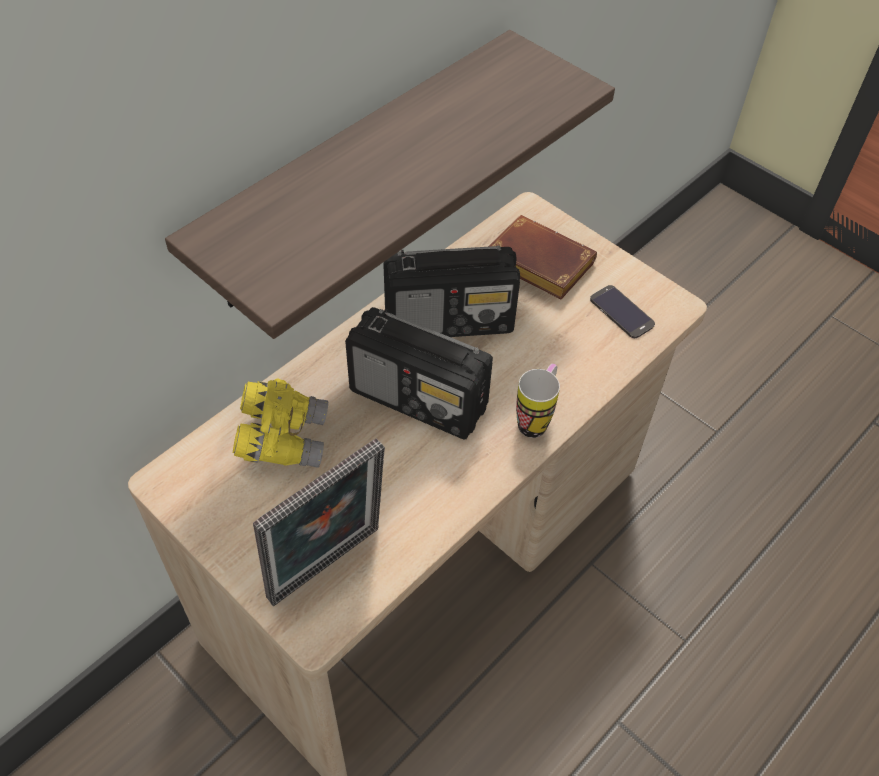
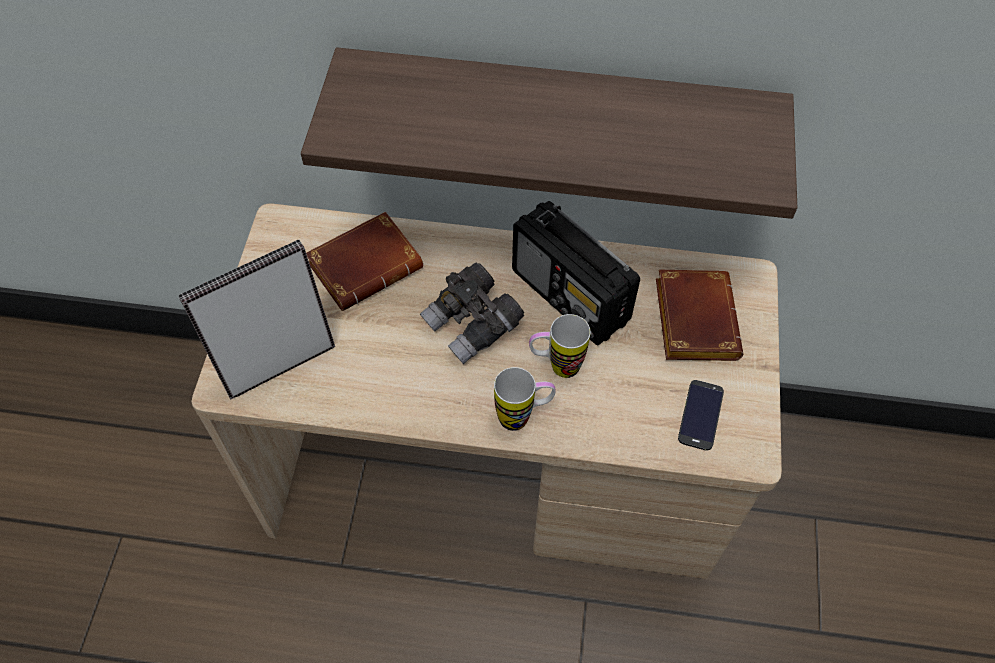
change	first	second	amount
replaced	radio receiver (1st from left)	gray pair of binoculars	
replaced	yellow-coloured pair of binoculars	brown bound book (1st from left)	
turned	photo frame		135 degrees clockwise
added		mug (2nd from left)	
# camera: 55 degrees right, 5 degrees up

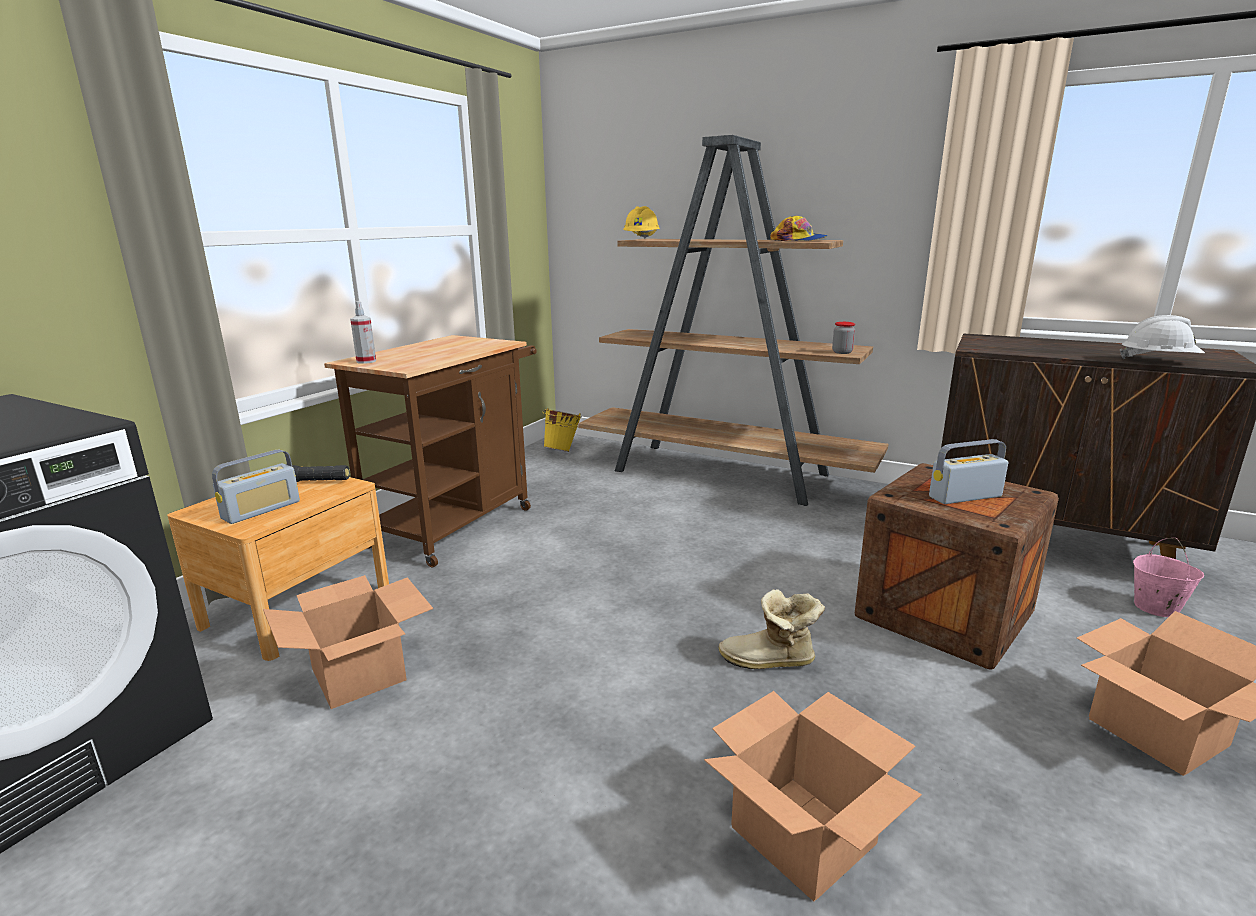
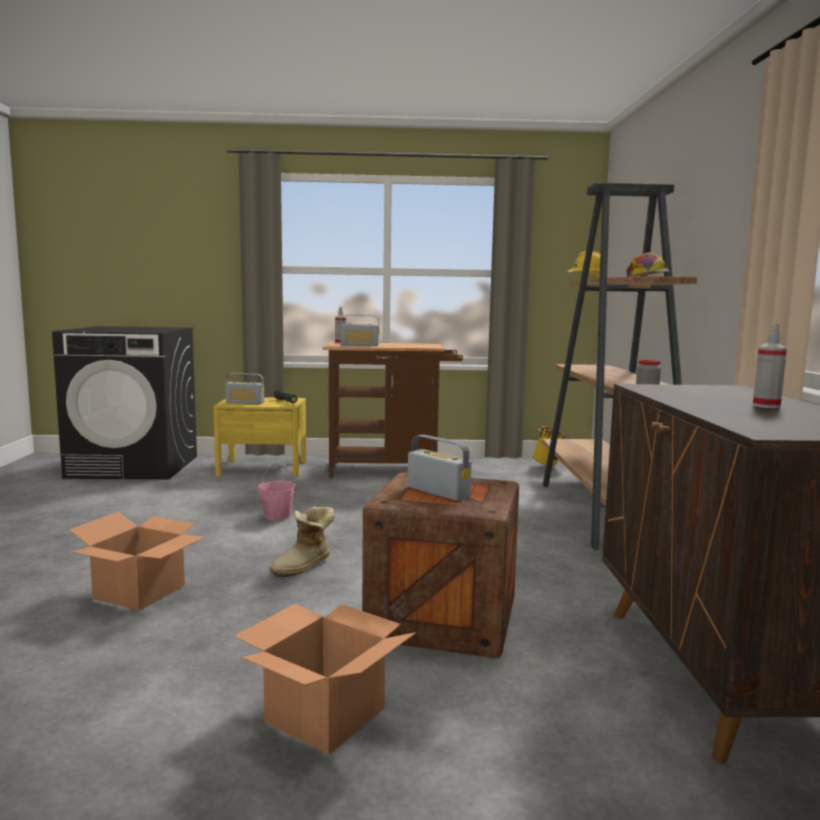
change	first	second	amount
removed	white hard hat		
recoloured	brown bedside table	yellow-coloured bedside table	
moved	pink-coloured bucket		
removed	carton (1st from left)		
turned	high-top boot		120 degrees counterclockwise
added		radio receiver (2nd from left)	
added		sprayer (2nd from left)	
# camera: 60 degrees right, 10 degrees down

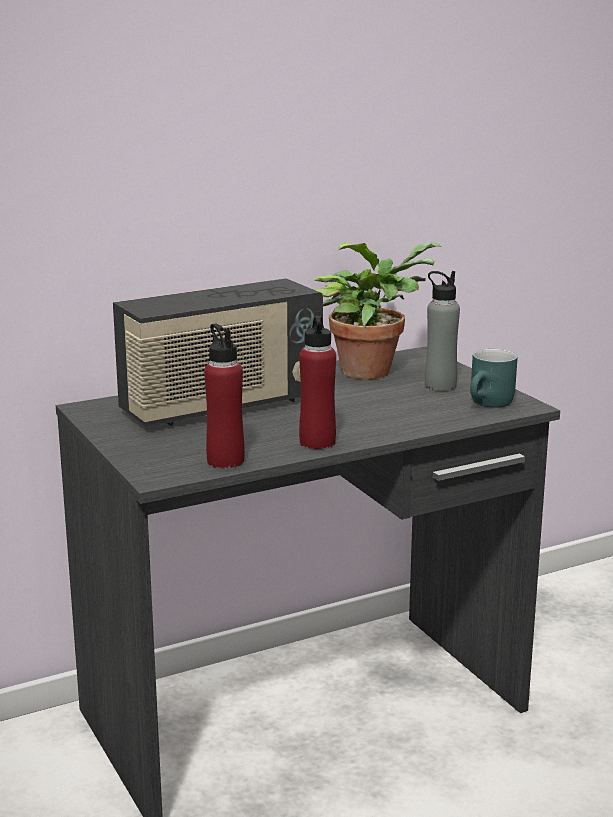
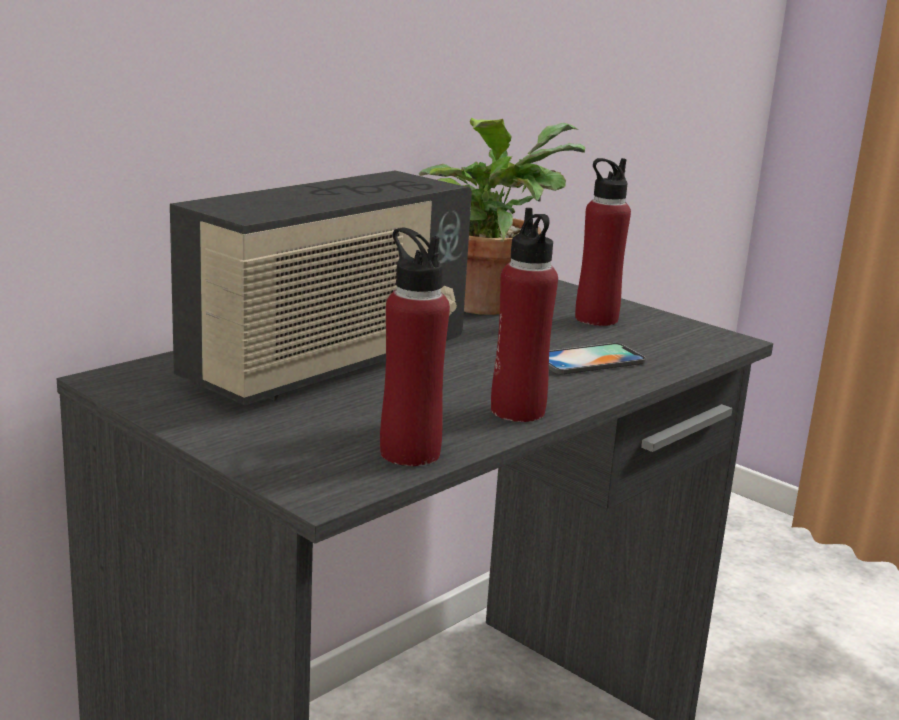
change	first	second	amount
recoloured	gray drink bottle	red-coloured drink bottle (3rd from left)	
removed	blue-green mug		
added		handset	
# camera: 20 degrees left, 0 degrees up

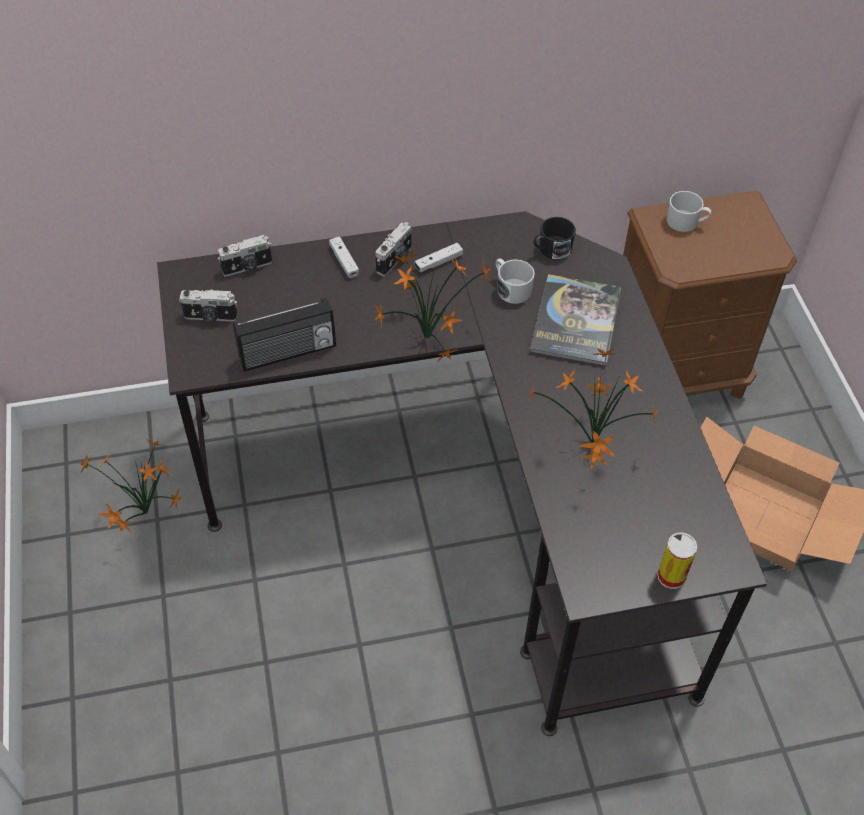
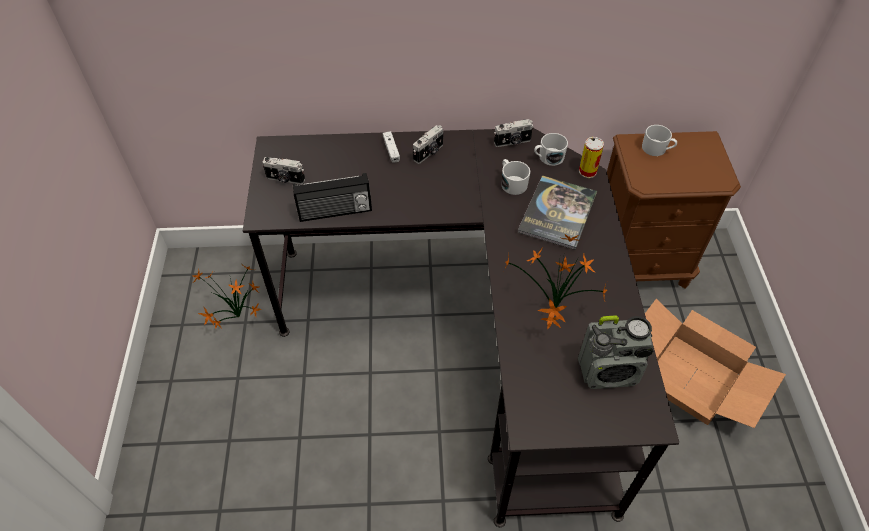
change	first	second	amount
recoloured	black mug	white mug (2nd from left)	
moved	still camera (2nd from left in the first image)	still camera (3rd from left)	
removed	white game controller (2nd from left)		
removed	potted plant (2nd from left)		
moved	metal can		
added		radio receiver (2nd from left)	
# camera: 10 degrees right, 0 degrees up

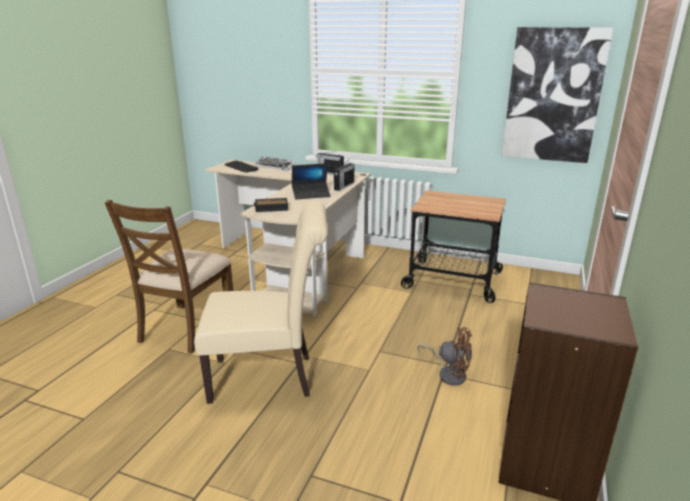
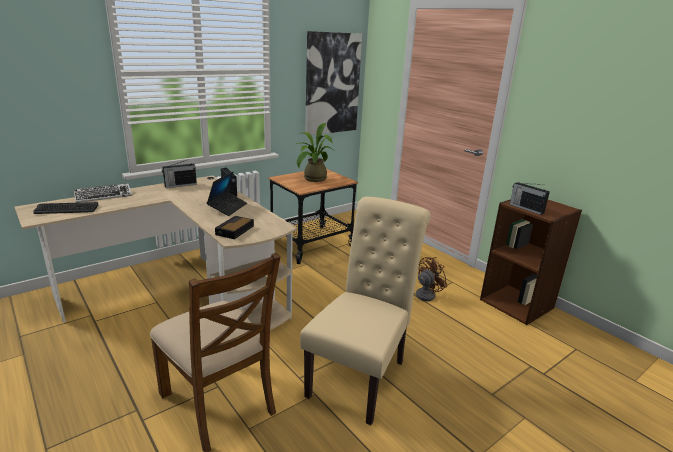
change	first	second	amount
added		potted plant	
added		radio receiver (3rd from left)	
# camera: 60 degrees left, 0 degrees up

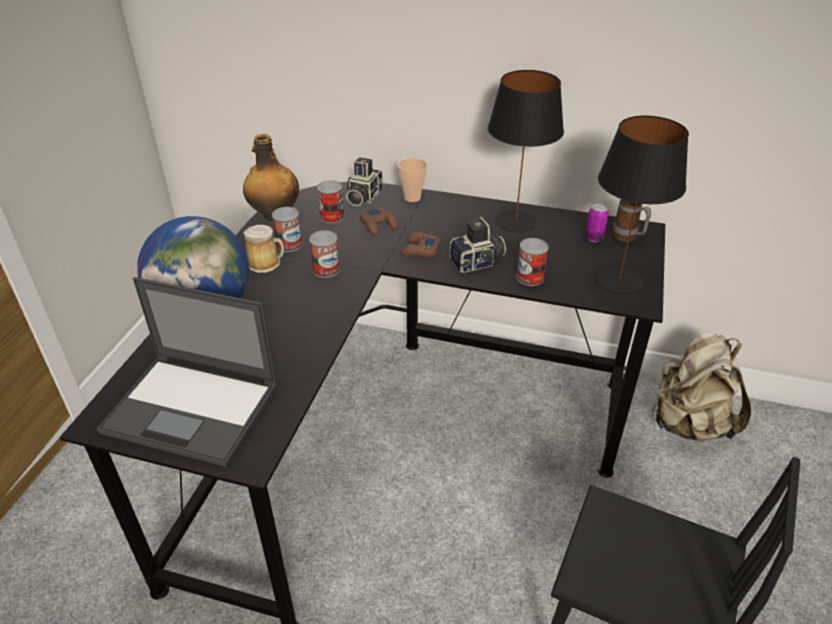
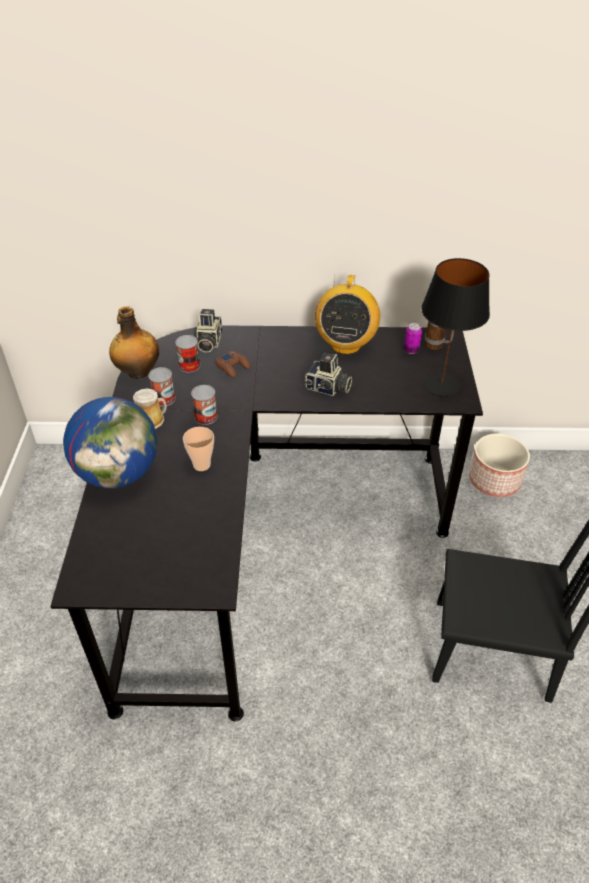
change	first	second	amount
replaced	black tabletop lamp (1st from left)	radio receiver	
moved	drinking cup		
turned	still camera (2nd from left)		60 degrees clockwise
removed	brown game controller (2nd from left)		
removed	metal can (4th from left)		
removed	notebook computer		
replaced	beige-coloured knapsack	planter	
# camera: 15 degrees left, 5 degrees up

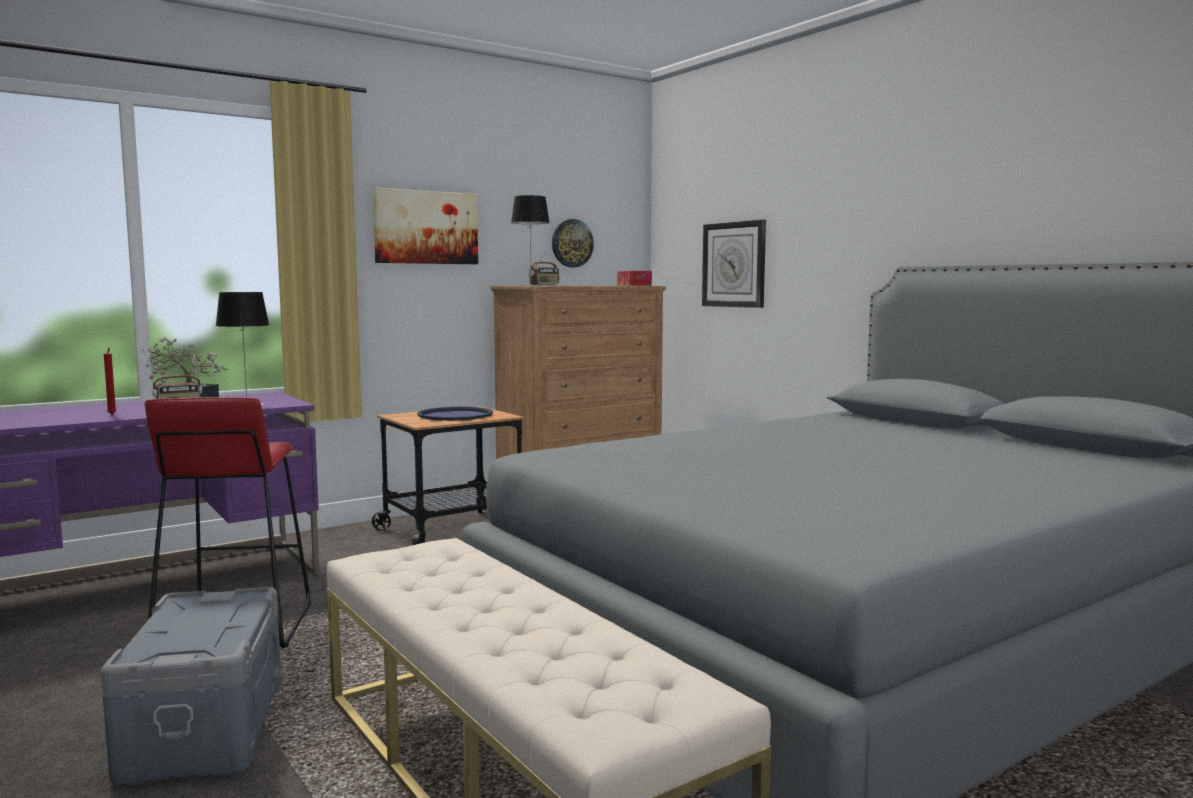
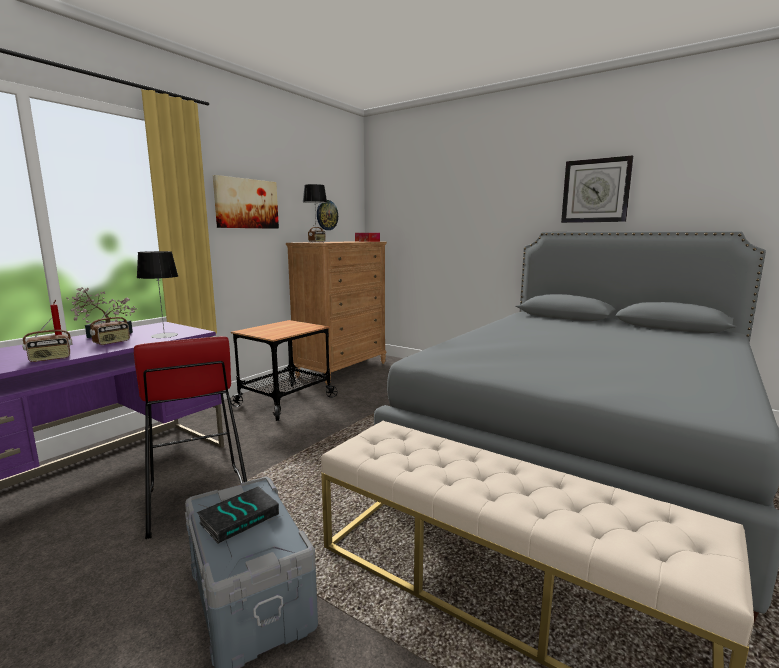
change	first	second	amount
moved	hanging clock (2nd from left)		
removed	blue tray		
added		radio receiver (1st from left)	
added		bound book	
# camera: 20 degrees left, 5 degrees up

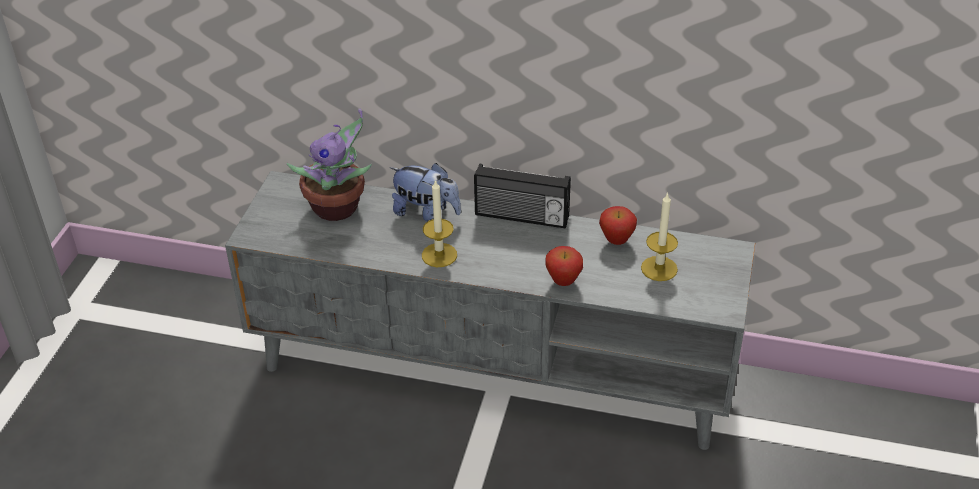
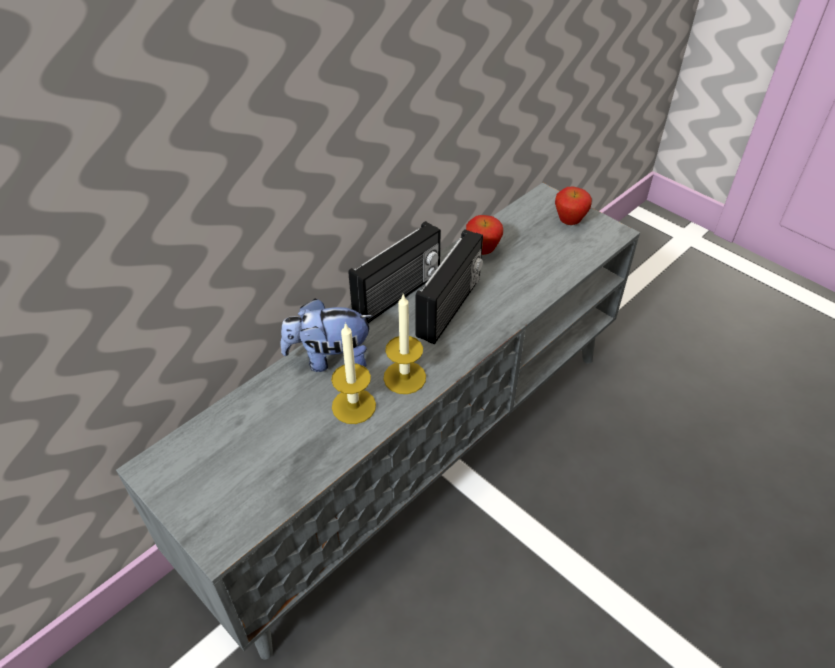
change	first	second	amount
removed	potted plant		
turned	cuddly toy		150 degrees counterclockwise
moved	wax candle (2nd from left in the first image)	wax candle (1st from left)	
moved	apple (1st from left in the first image)	apple (2nd from left)	
added		radio receiver (2nd from left)	
# camera: 60 degrees left, 5 degrees up

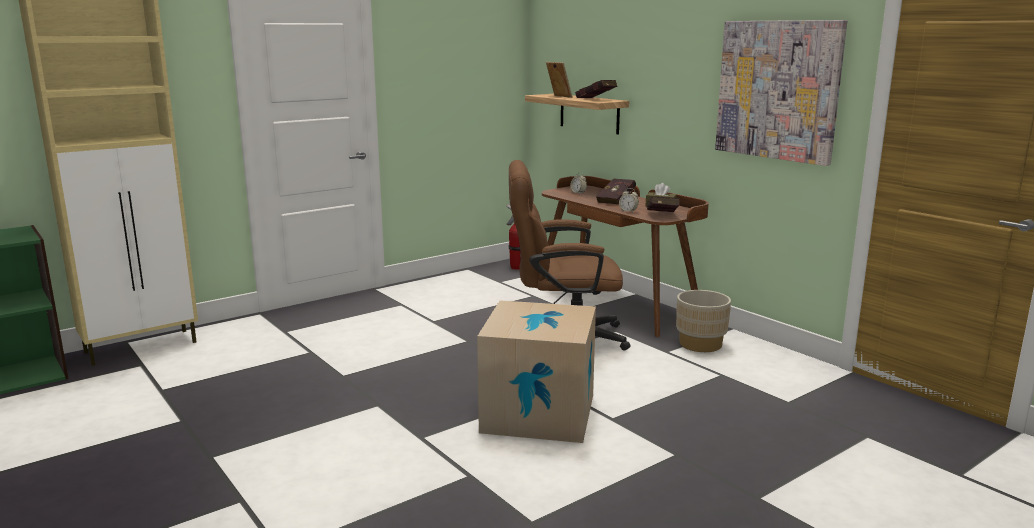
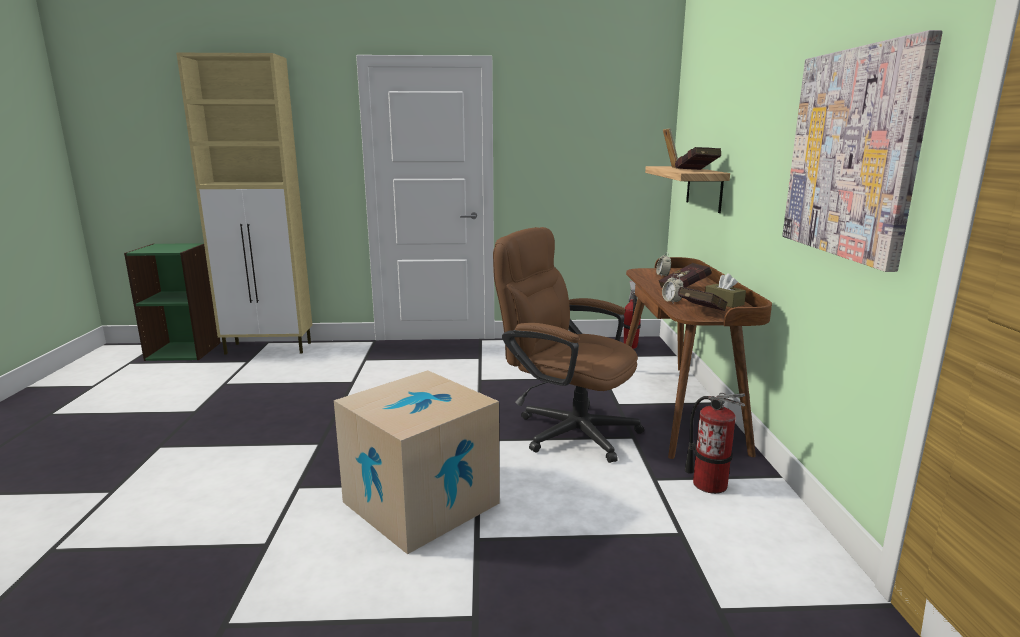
change	first	second	amount
replaced	beige-coloured planter	extinguisher (2nd from left)	
# camera: 35 degrees right, 0 degrees up

